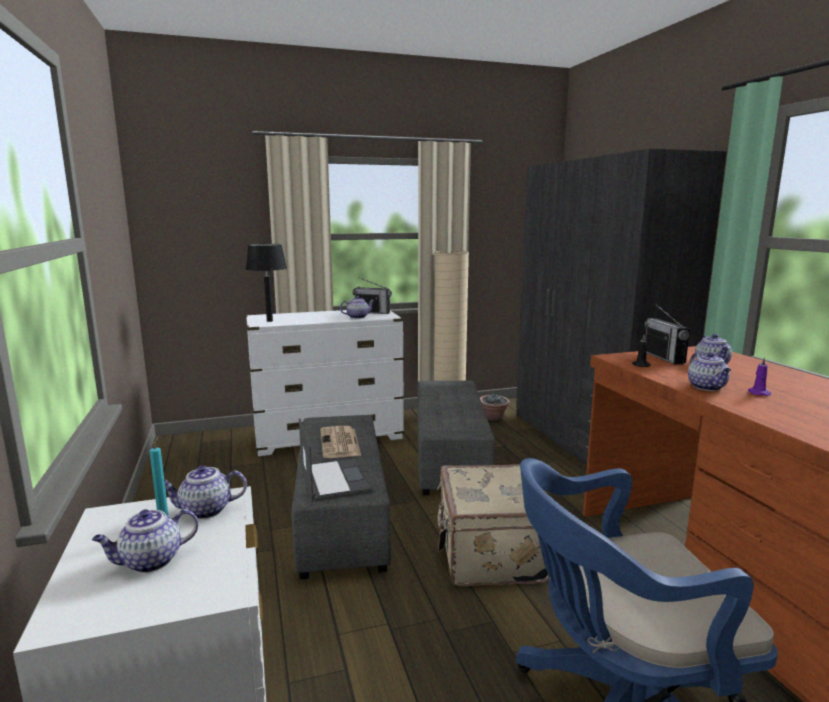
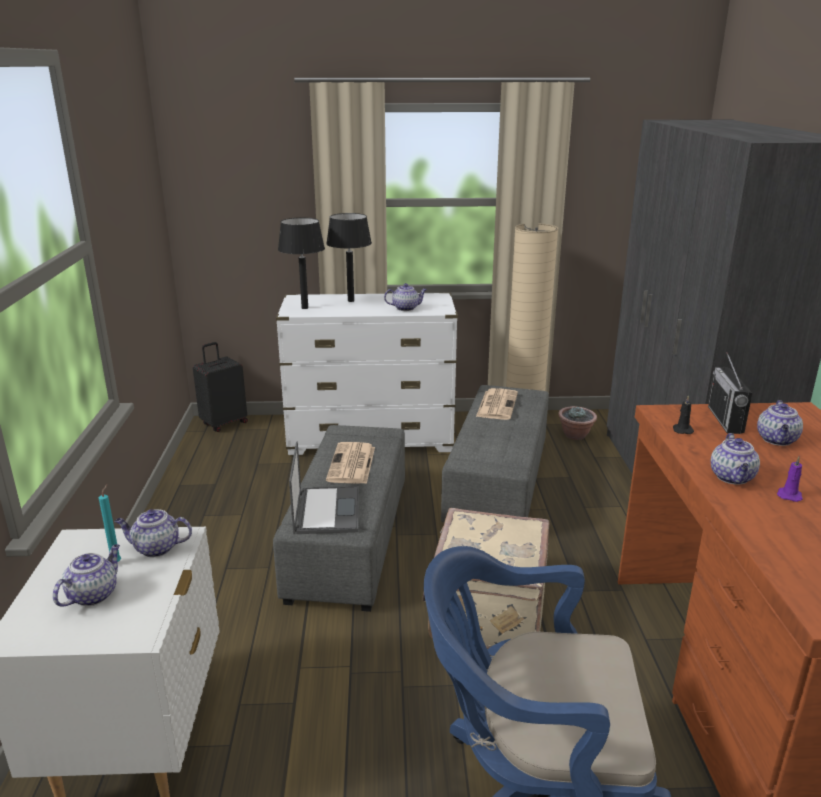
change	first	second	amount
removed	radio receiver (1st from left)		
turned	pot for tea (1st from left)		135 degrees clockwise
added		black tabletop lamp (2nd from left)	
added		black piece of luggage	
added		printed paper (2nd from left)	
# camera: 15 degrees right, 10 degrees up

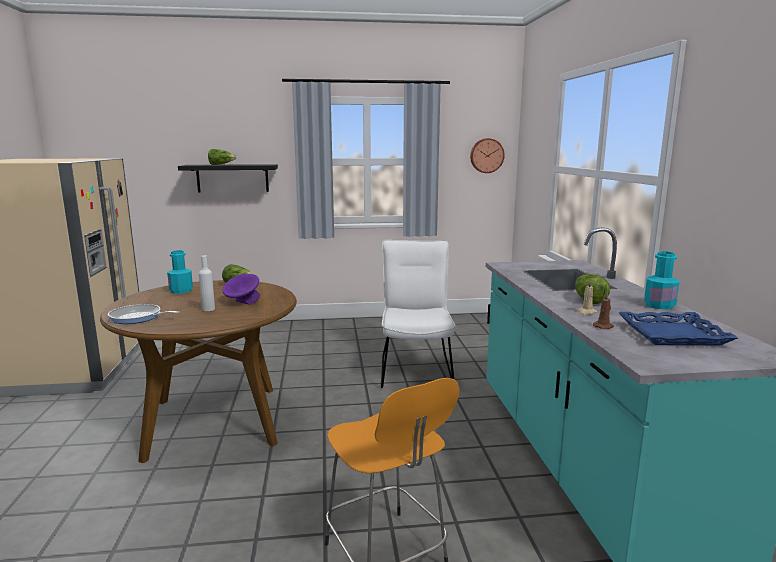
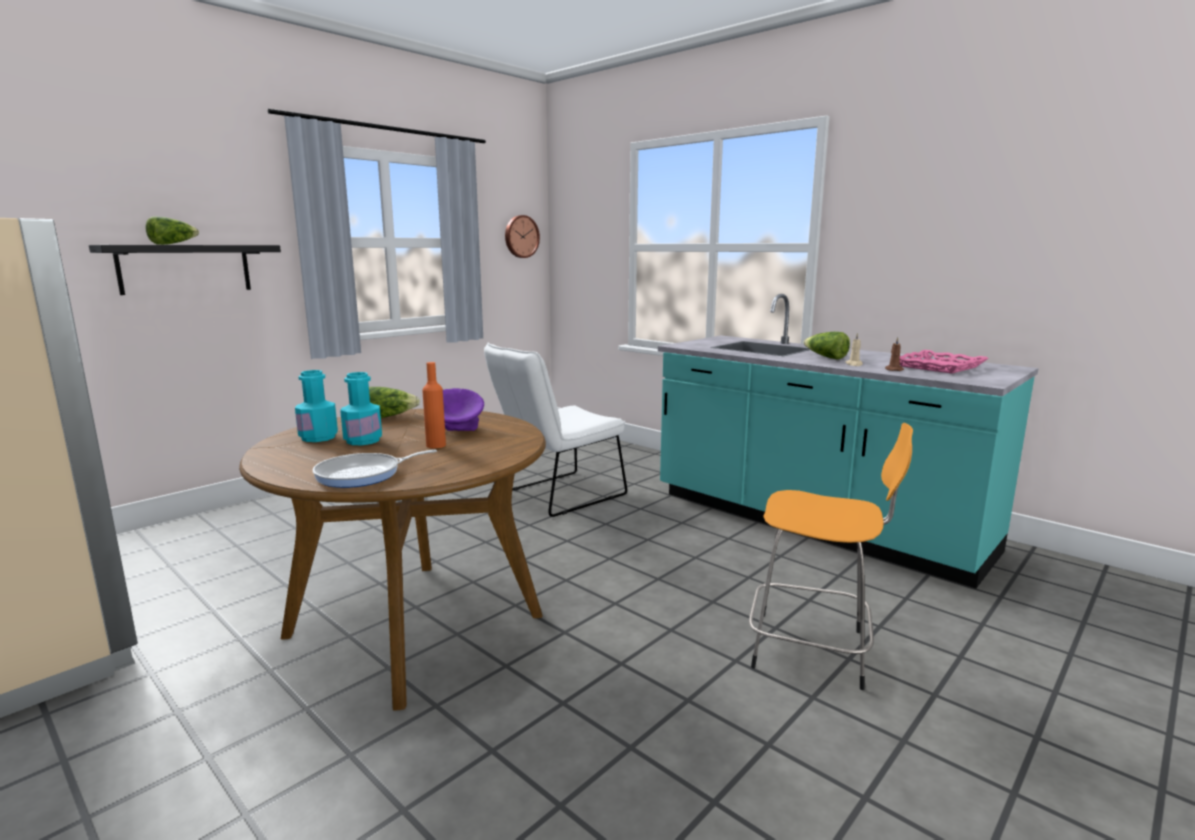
change	first	second	amount
turned	white plain chair		90 degrees counterclockwise
moved	blue-green drink bottle (2nd from left)		
recoloured	white drink bottle	orange-coloured drink bottle	
recoloured	blue tray	pink-coloured tray	
# camera: 40 degrees left, 0 degrees up

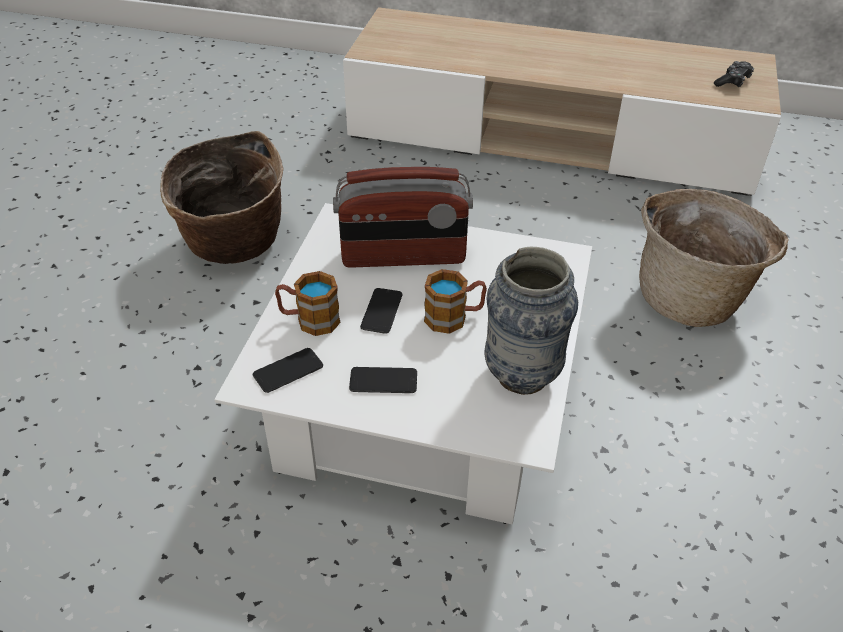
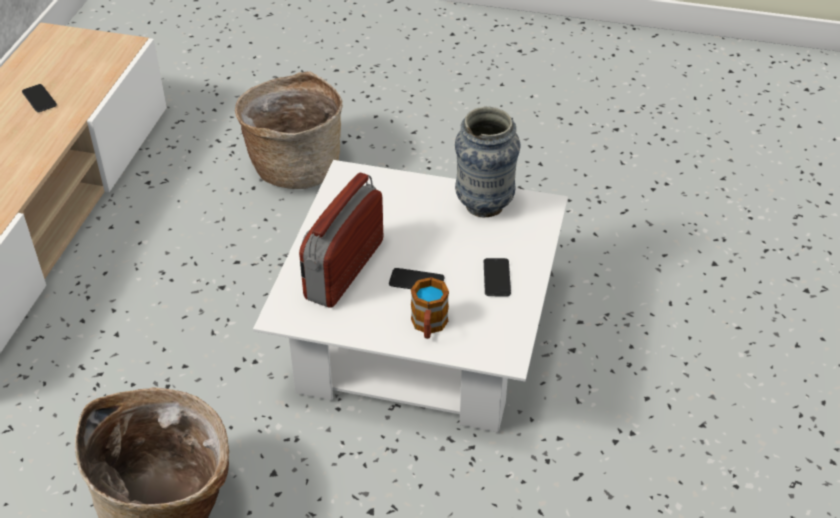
change	first	second	amount
removed	game controller		
turned	radio receiver		150 degrees counterclockwise
removed	mug (2nd from left)		
moved	handset (1st from left)		
# camera: 90 degrees left, 0 degrees up

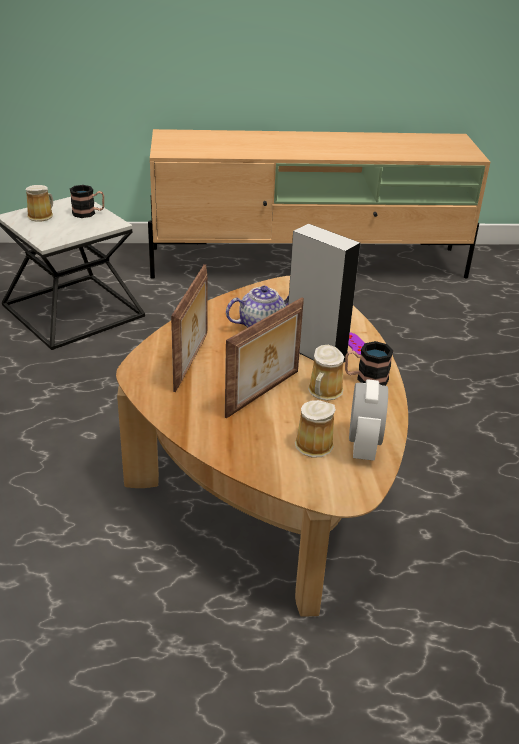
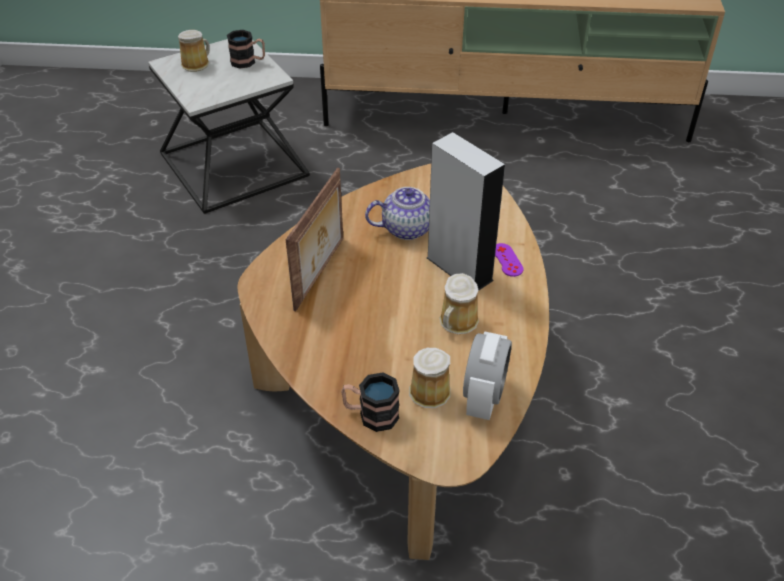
change	first	second	amount
removed	photo frame (2nd from left)		
moved	mug (5th from left in the first image)	mug (3rd from left)	
# camera: 10 degrees right, 10 degrees up

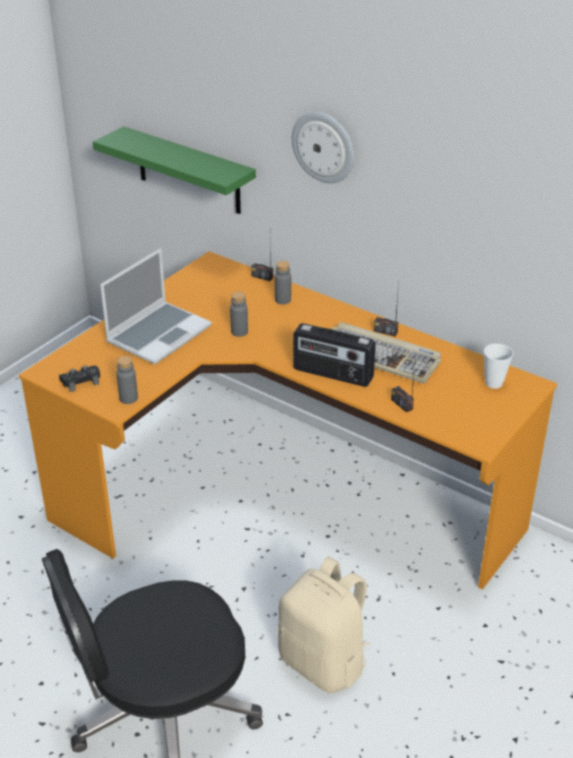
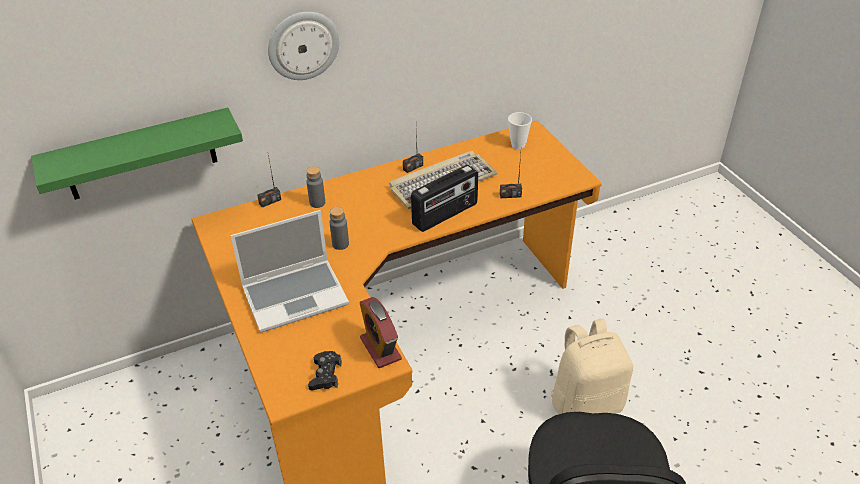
change	first	second	amount
turned	notebook computer		90 degrees clockwise
replaced	gray drink bottle (1st from left)	table clock	
# camera: 60 degrees left, 5 degrees up

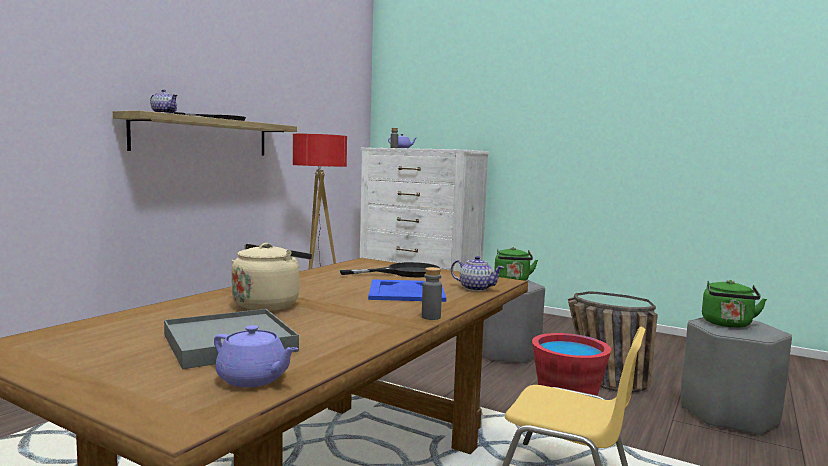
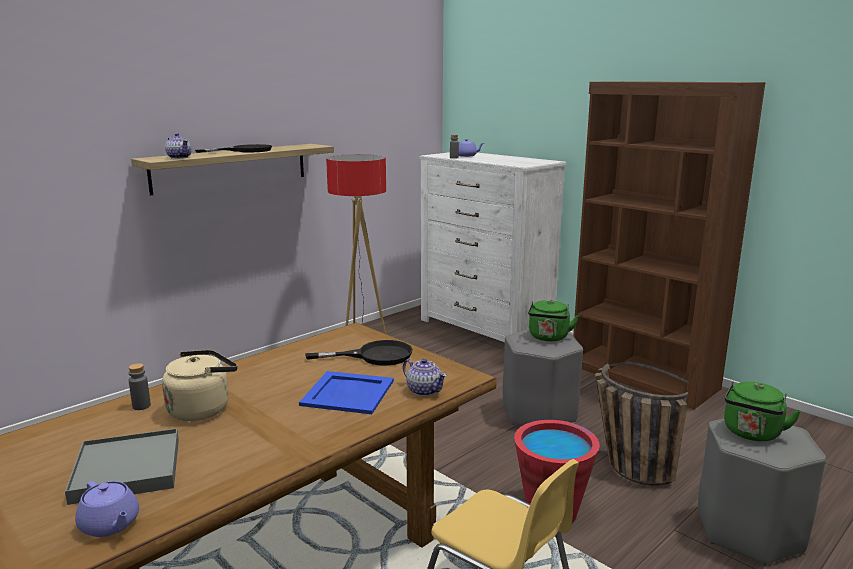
change	first	second	amount
moved	gray drink bottle (2nd from left in the first image)	gray drink bottle (1st from left)	
added		brown bookshelf	
# camera: 15 degrees right, 10 degrees up

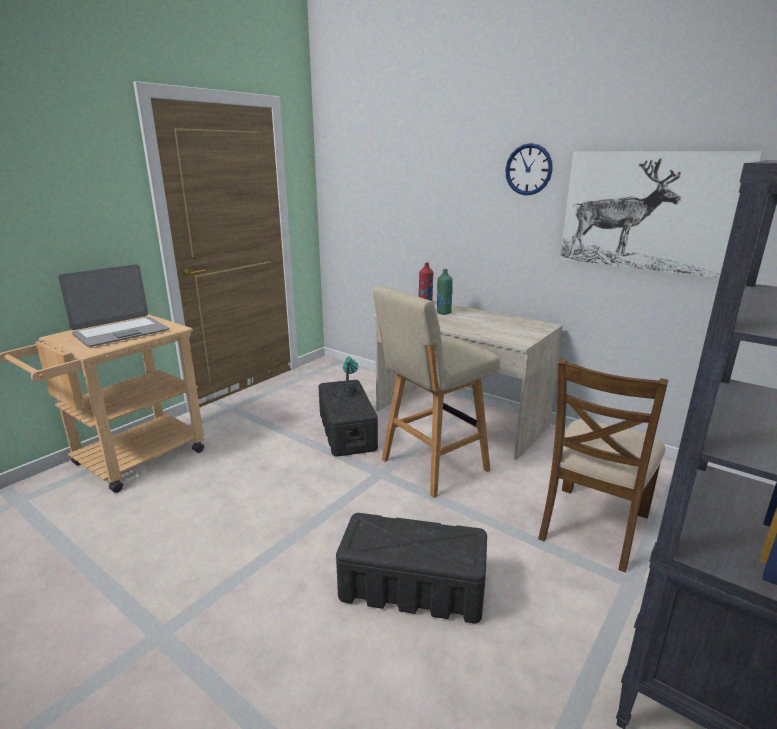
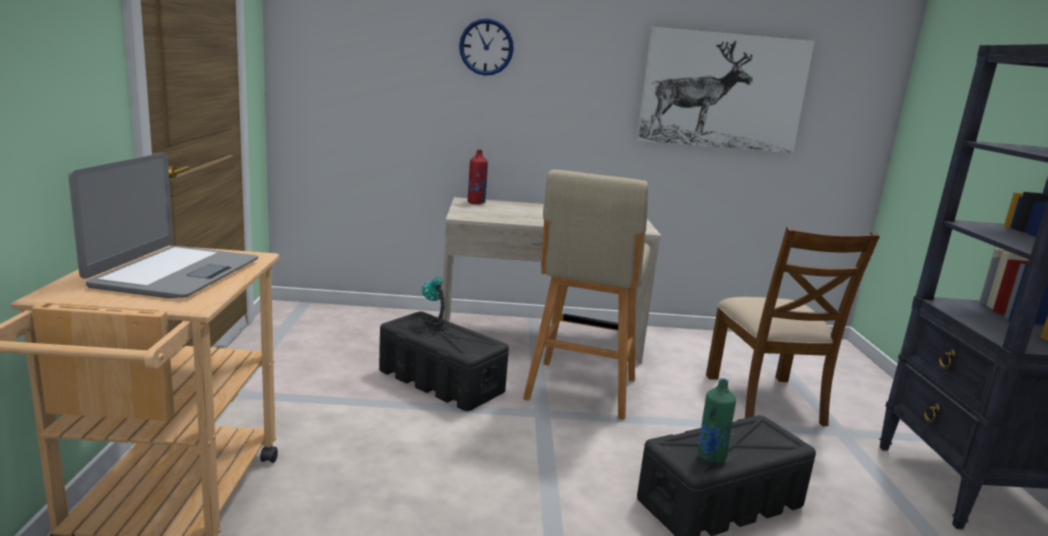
change	first	second	amount
moved	hanging clock		
moved	green drink bottle		
# camera: 40 degrees left, 5 degrees down

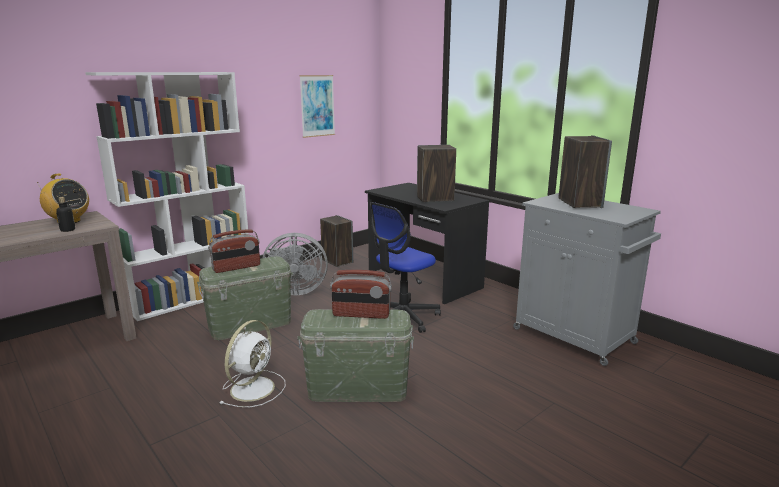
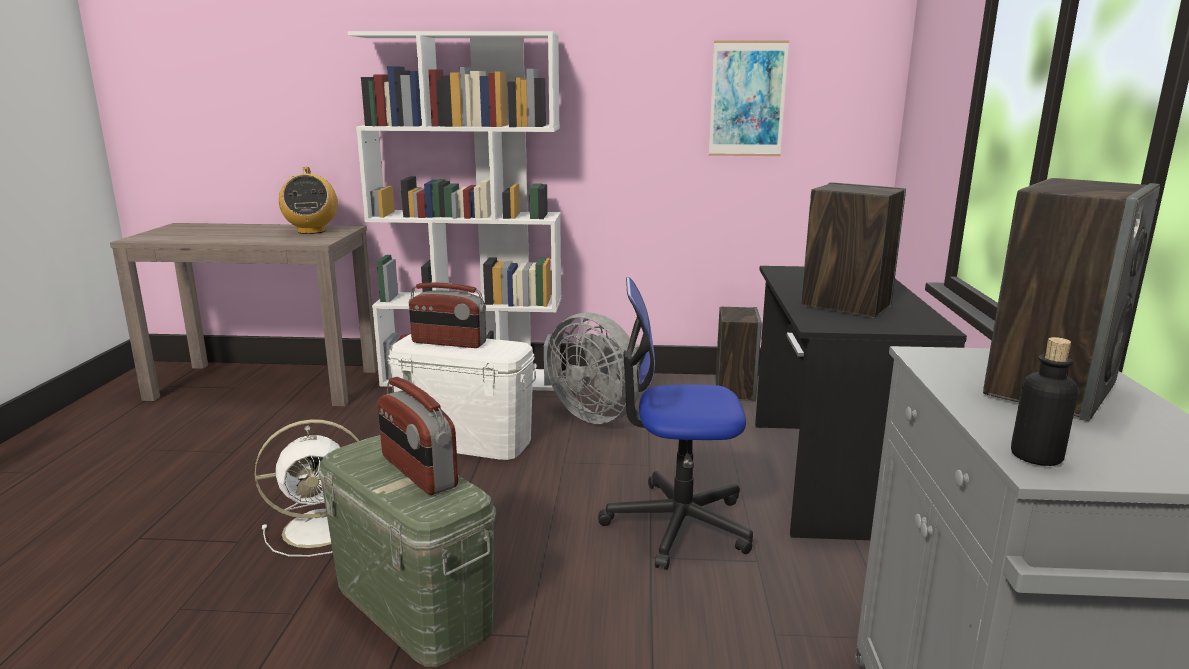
change	first	second	amount
moved	drink bottle		
recoloured	green storage box (1st from left)	white storage box	
# camera: 45 degrees right, 0 degrees up

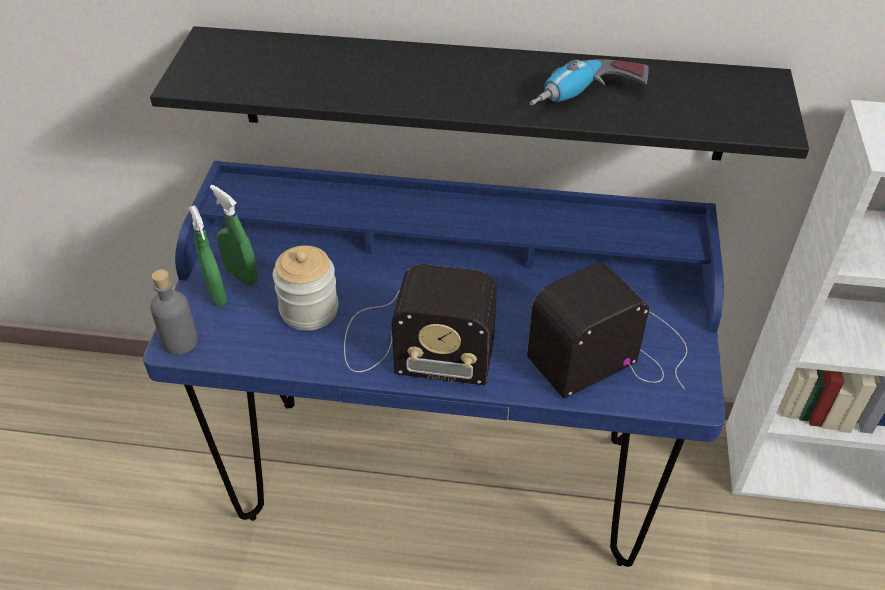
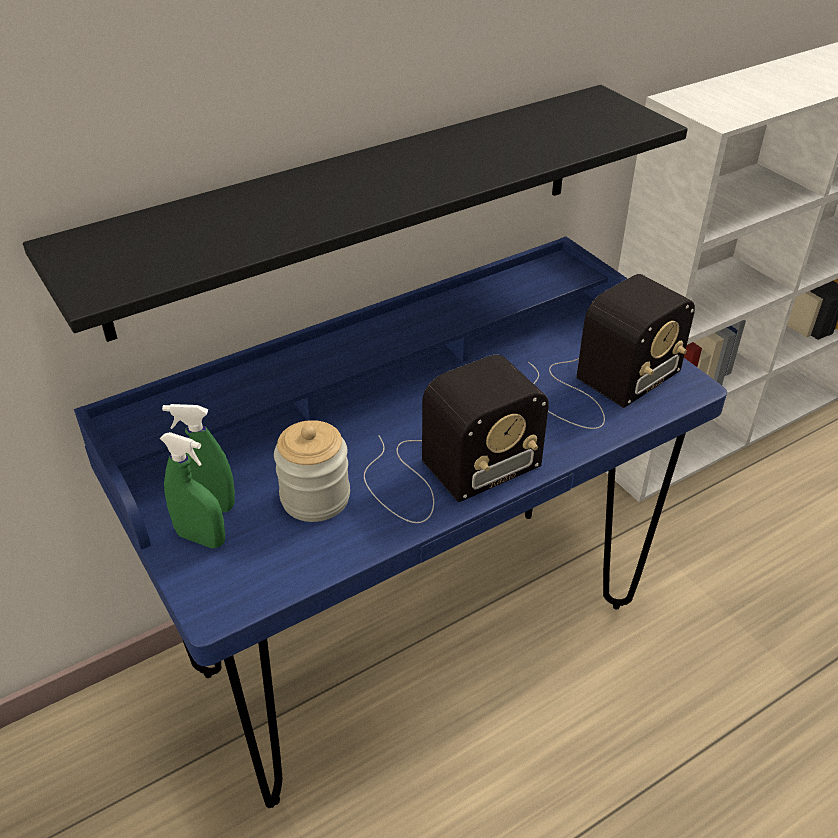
change	first	second	amount
removed	drill		
turned	radio receiver (2nd from left)		150 degrees counterclockwise
removed	gray drink bottle		
# camera: 40 degrees left, 5 degrees down

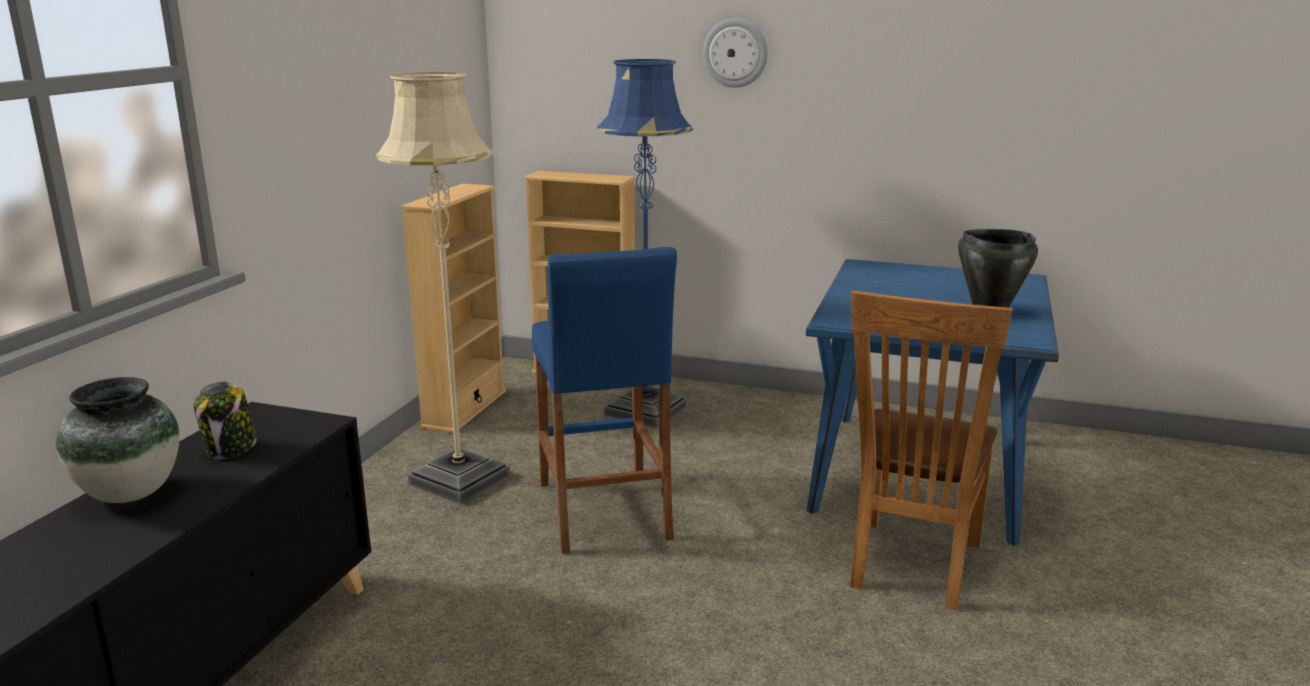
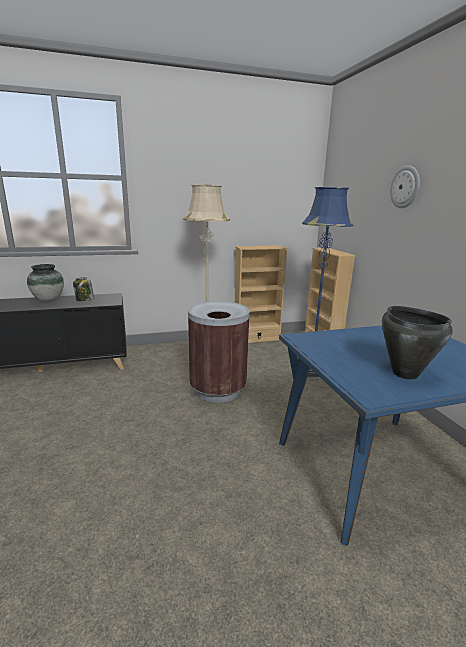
change	first	second	amount
replaced	blue stool	brown rubbish bin	
removed	brown plain chair		
# camera: 55 degrees right, 0 degrees up

